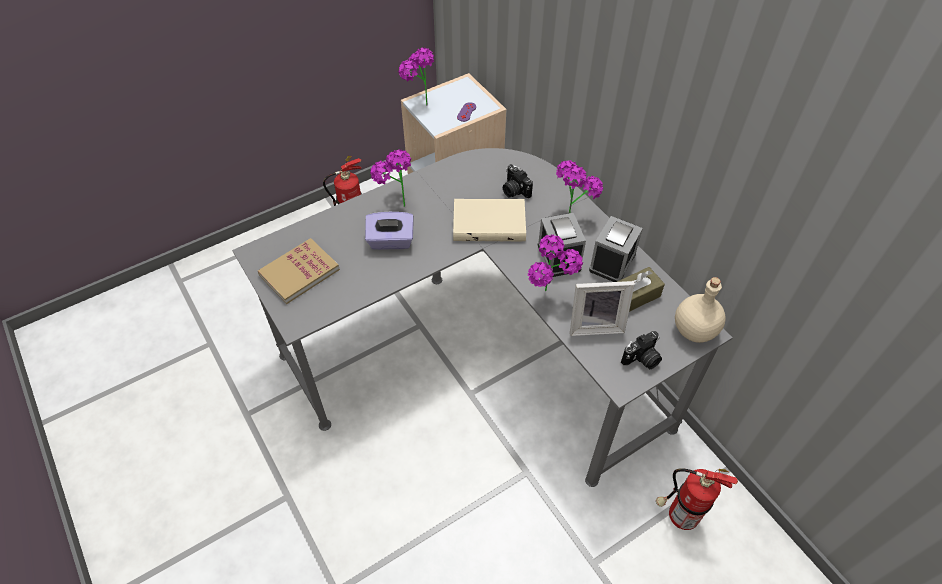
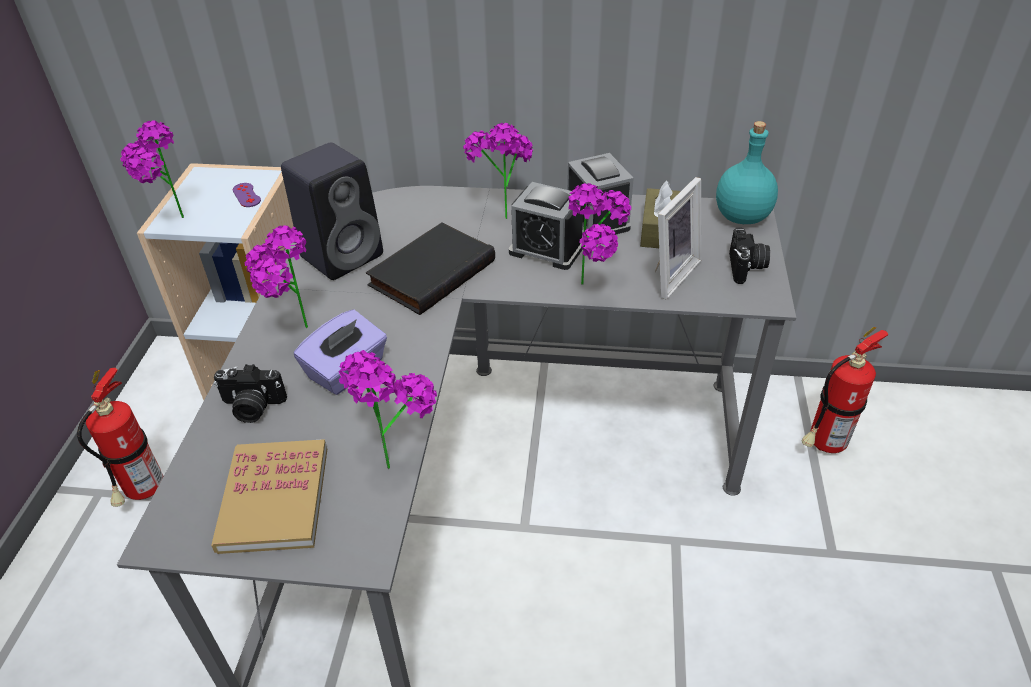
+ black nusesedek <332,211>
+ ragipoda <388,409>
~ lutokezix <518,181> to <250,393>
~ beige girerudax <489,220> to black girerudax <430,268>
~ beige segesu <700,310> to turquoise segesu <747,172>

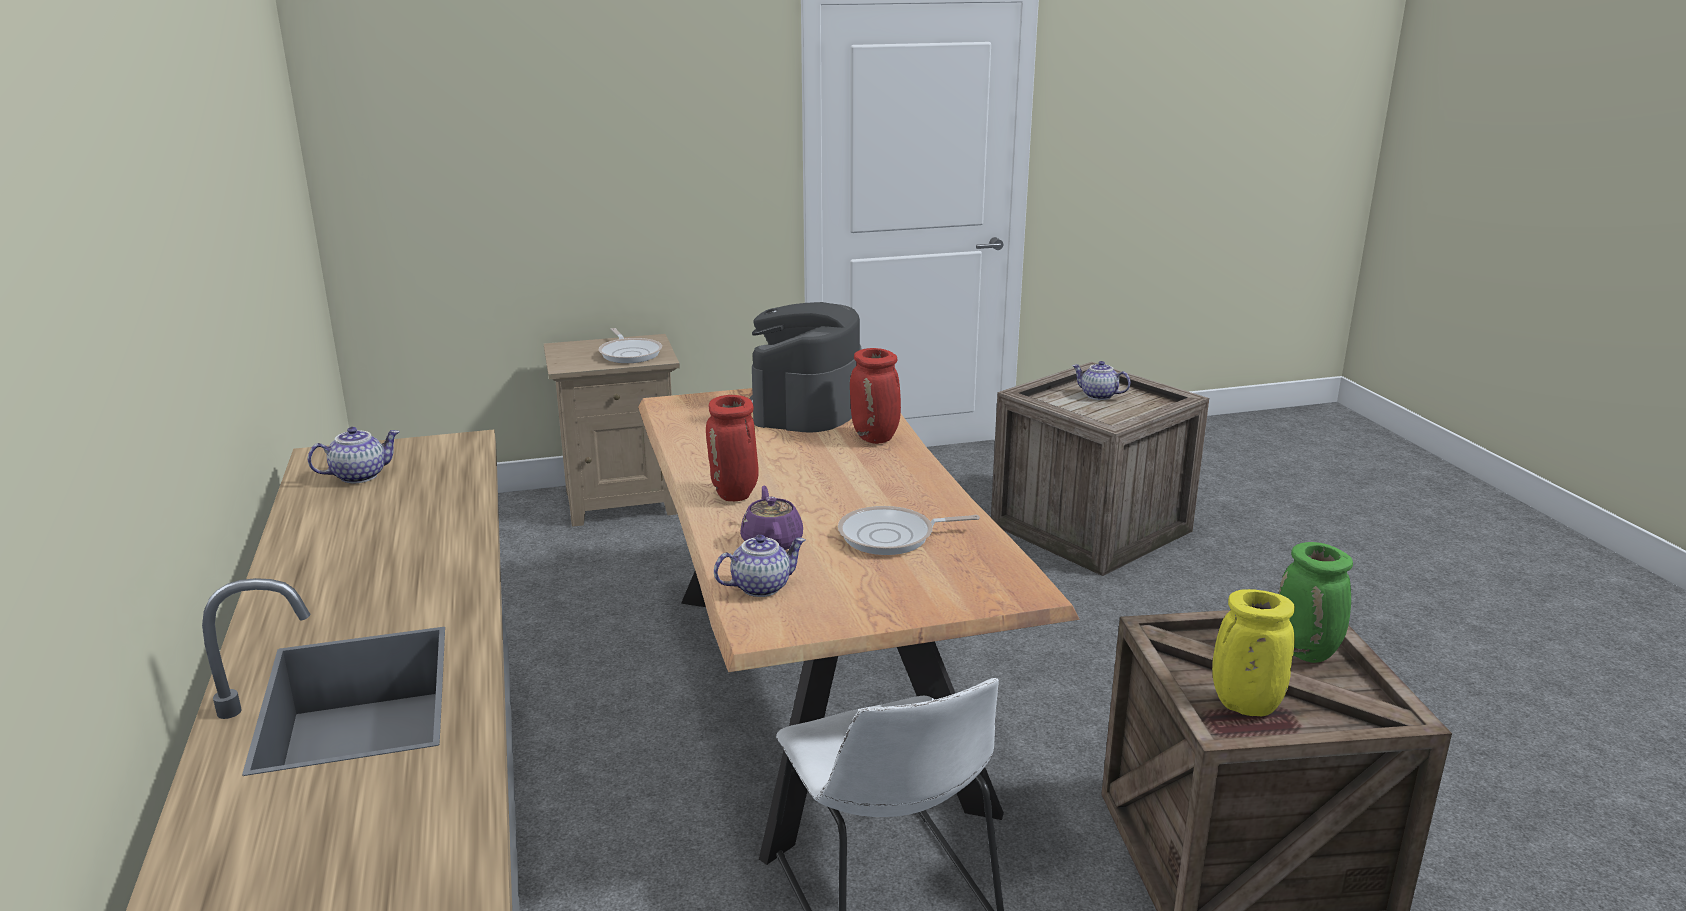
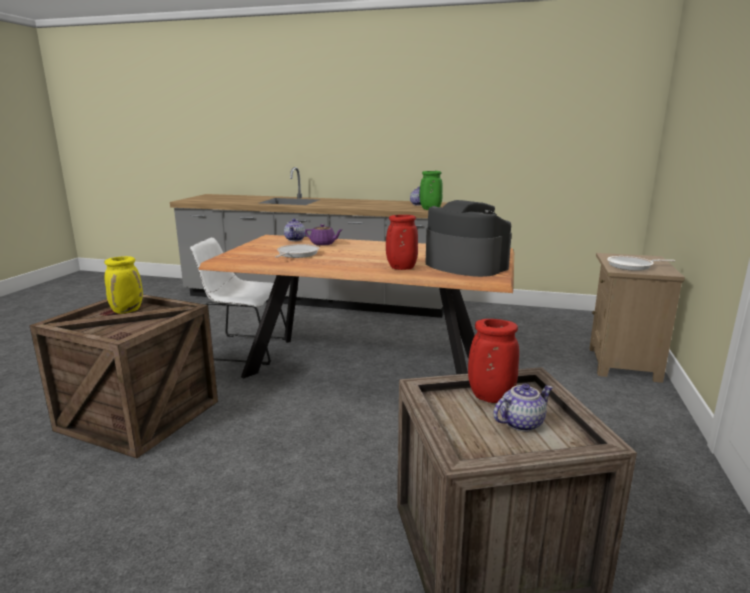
~ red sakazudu <732,448> to <493,361>
~ green sakazudu <1316,602> to <431,190>

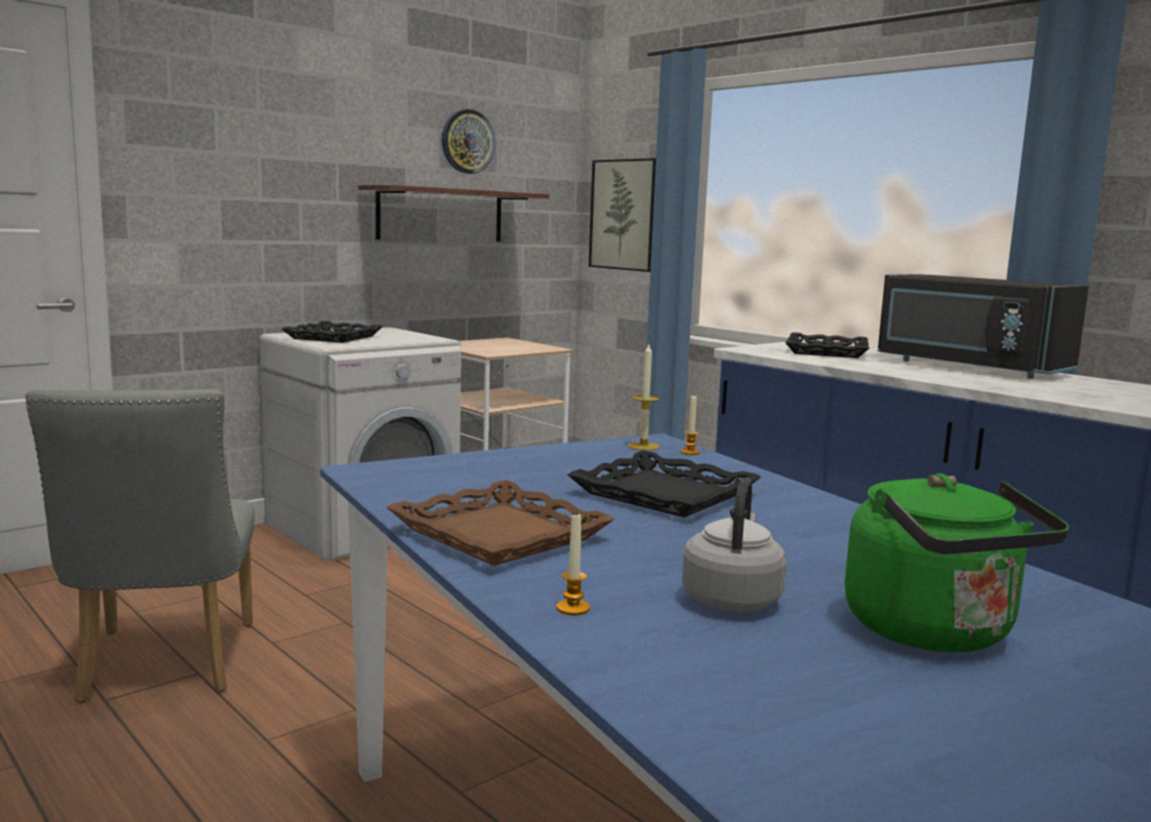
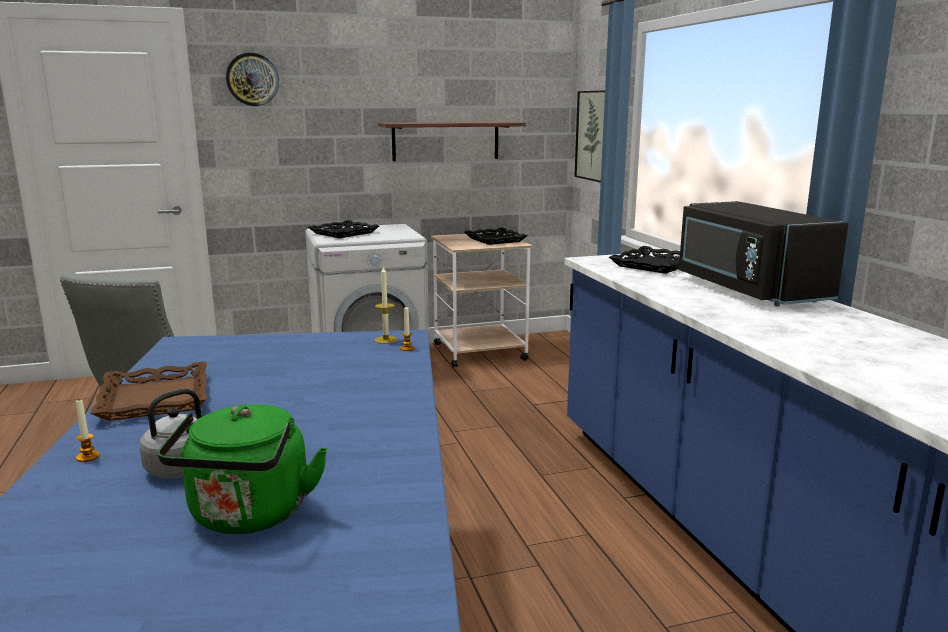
~ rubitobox <468,141> to <252,79>
~ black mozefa <664,483> to <495,236>

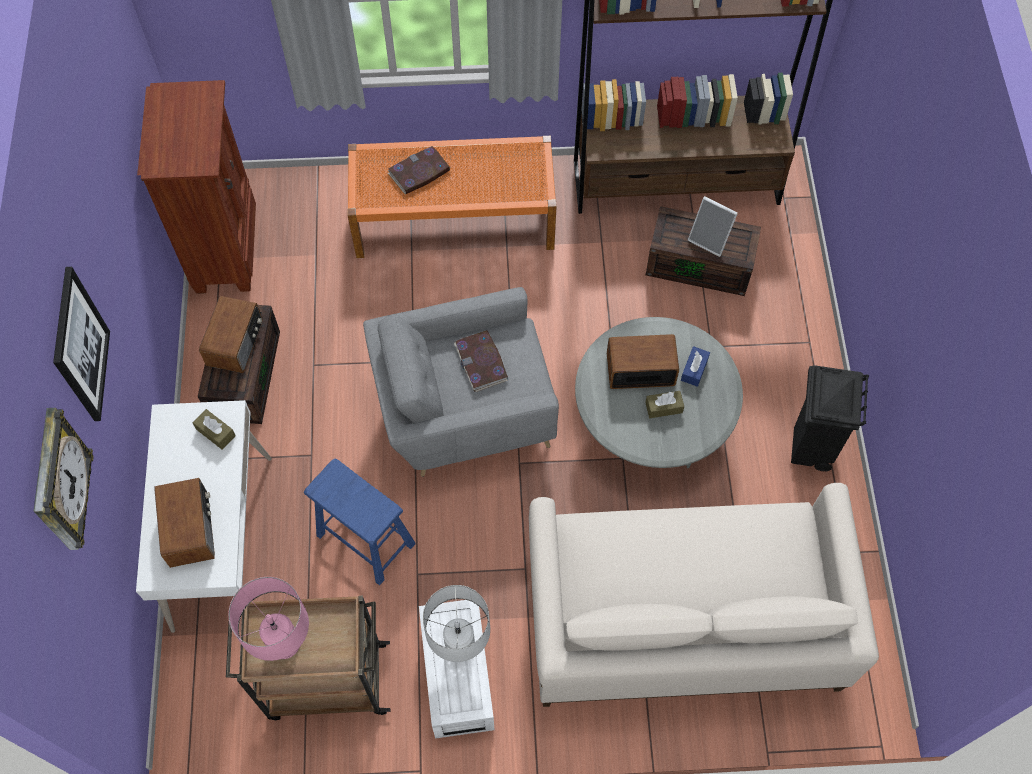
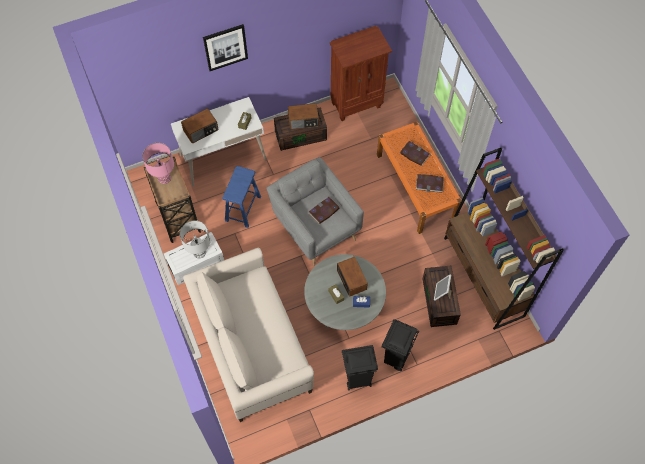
- rubitobox <63,479>
+ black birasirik <401,345>
+ girerudax <430,183>

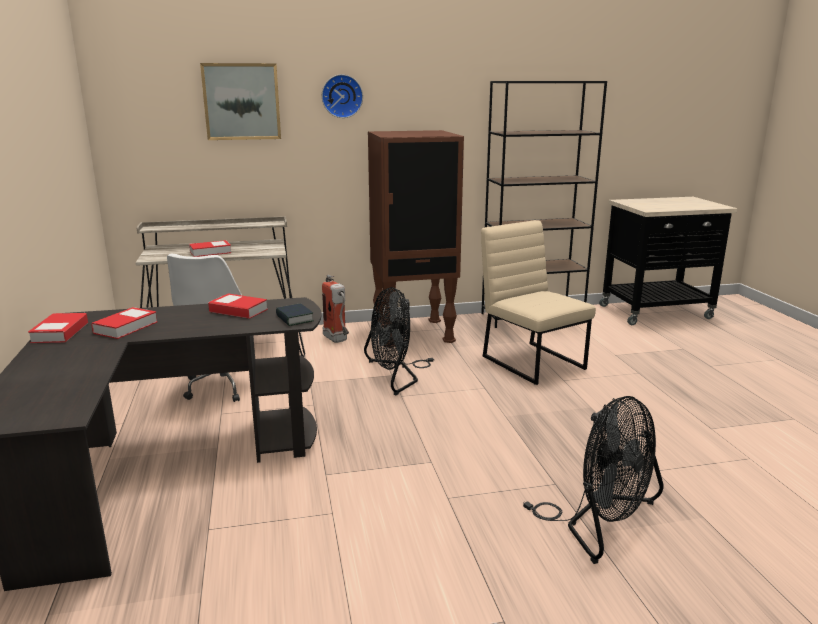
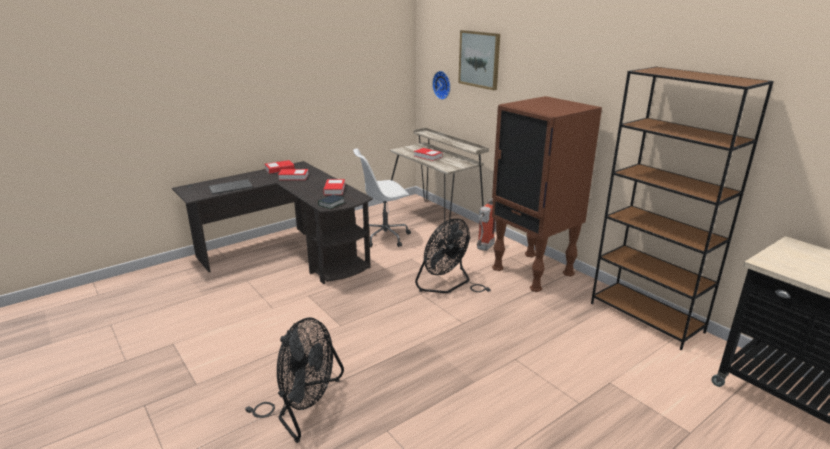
- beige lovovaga <538,302>
+ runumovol <230,186>
~ rubitobox <342,96> to <441,85>
~ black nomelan <593,480> = <294,380> 90 degrees counterclockwise

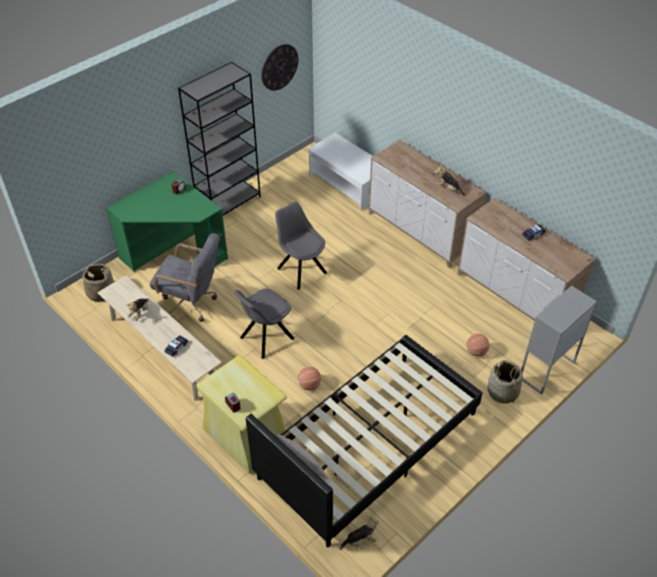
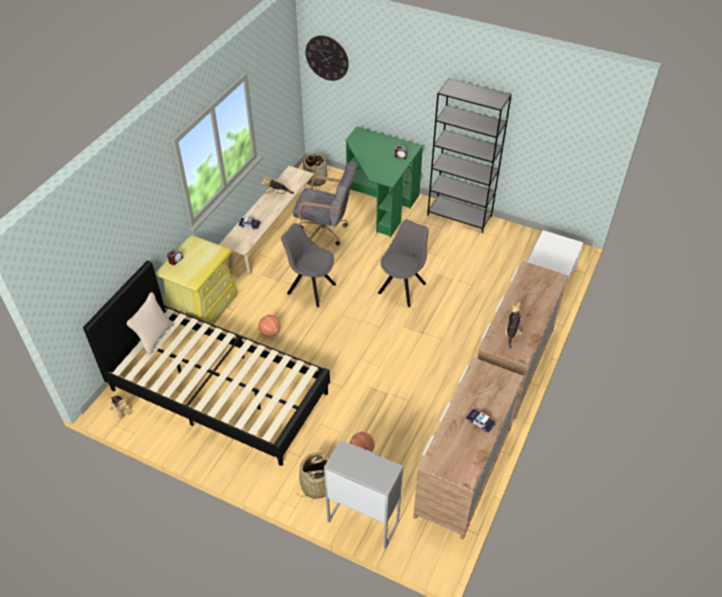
~ rubitobox <279,67> to <327,58>
~ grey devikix <185,277> = <325,203> 75 degrees counterclockwise

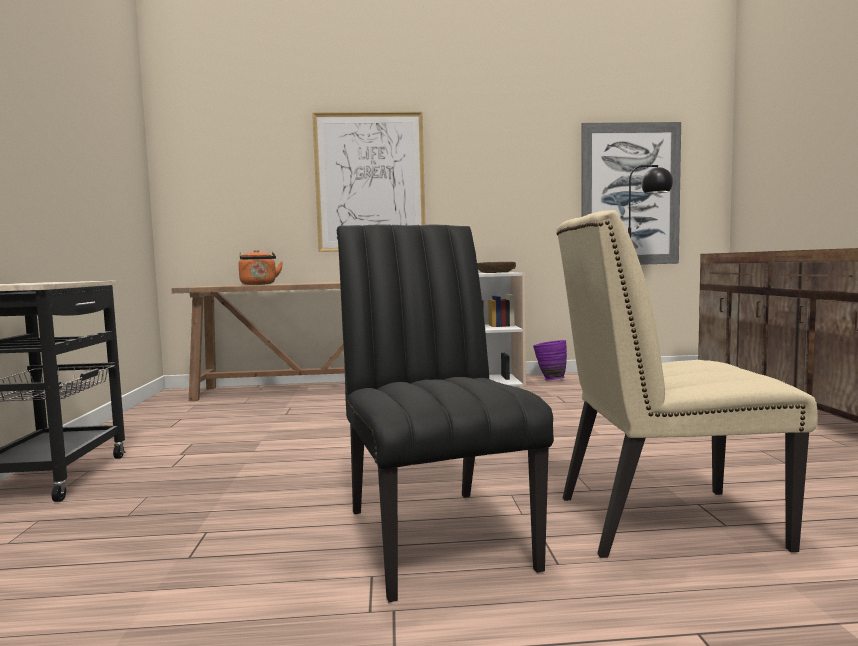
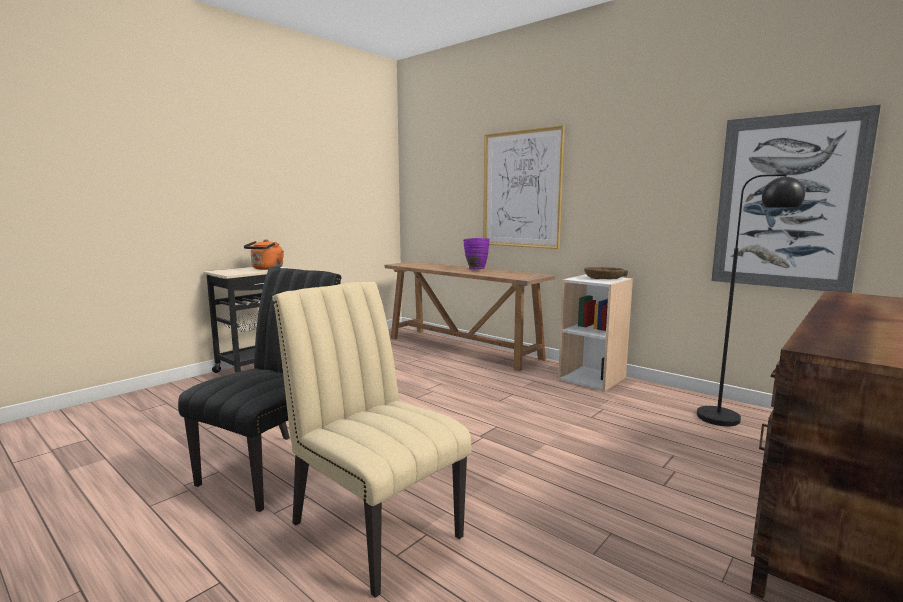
~ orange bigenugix <261,267> to <264,254>
~ purple sakazudu <550,360> to <476,253>

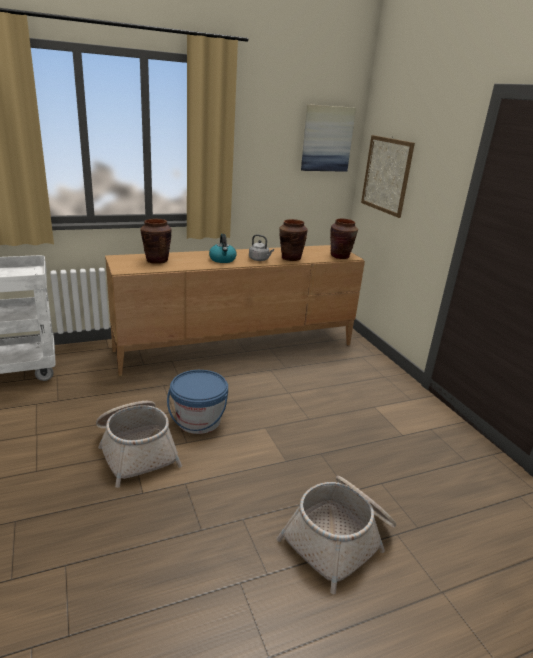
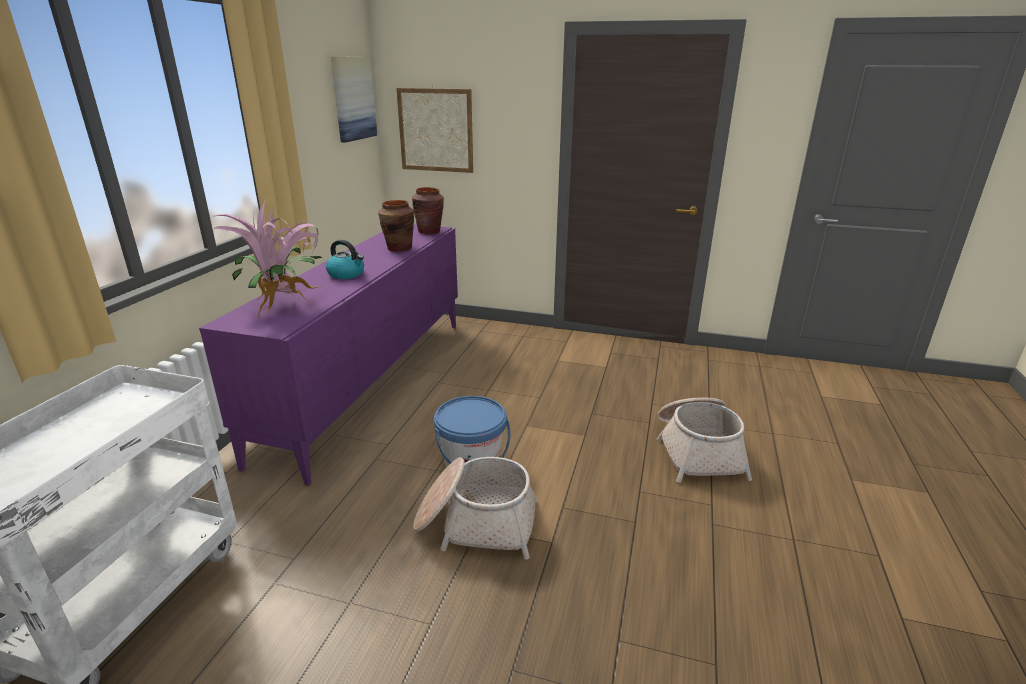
- grey bigenugix <261,247>
~ brown sakazudu <155,241> to ragipoda <267,259>
~ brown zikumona <235,310> to purple zikumona <328,355>

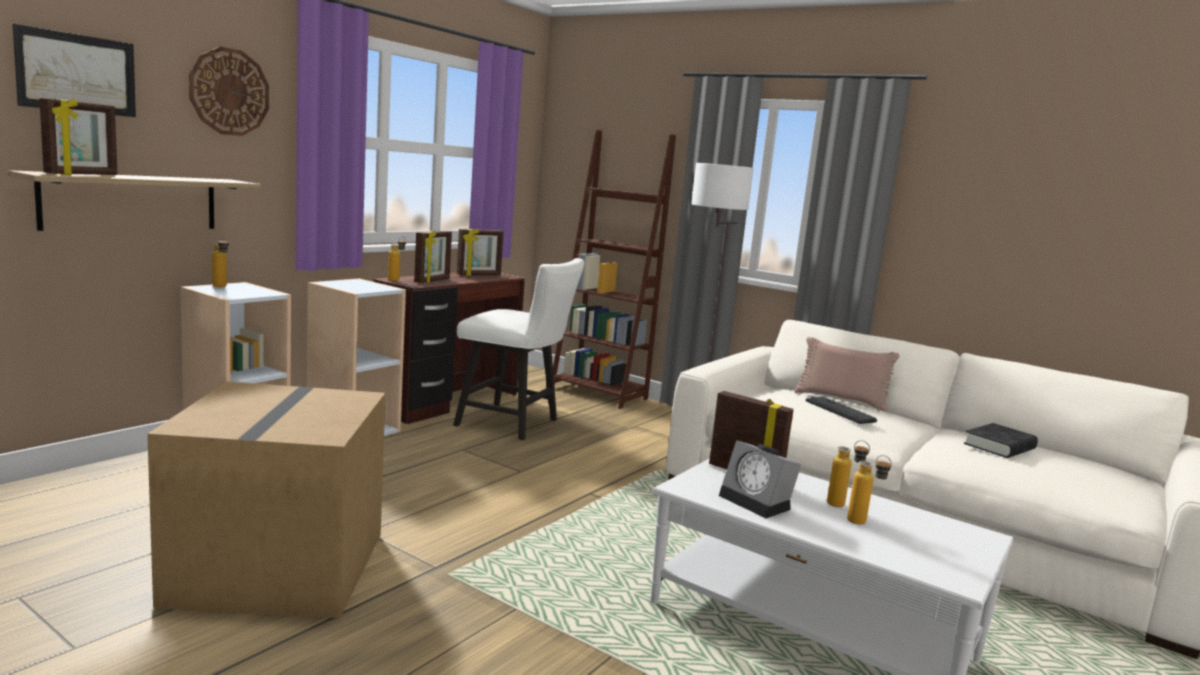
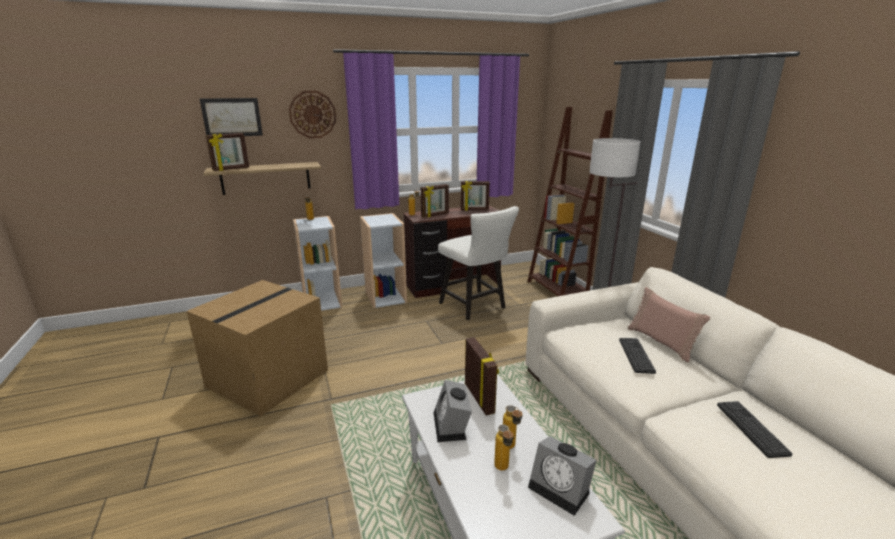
+ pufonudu <562,476>
~ black girerudax <1001,440> to runumovol <755,429>

